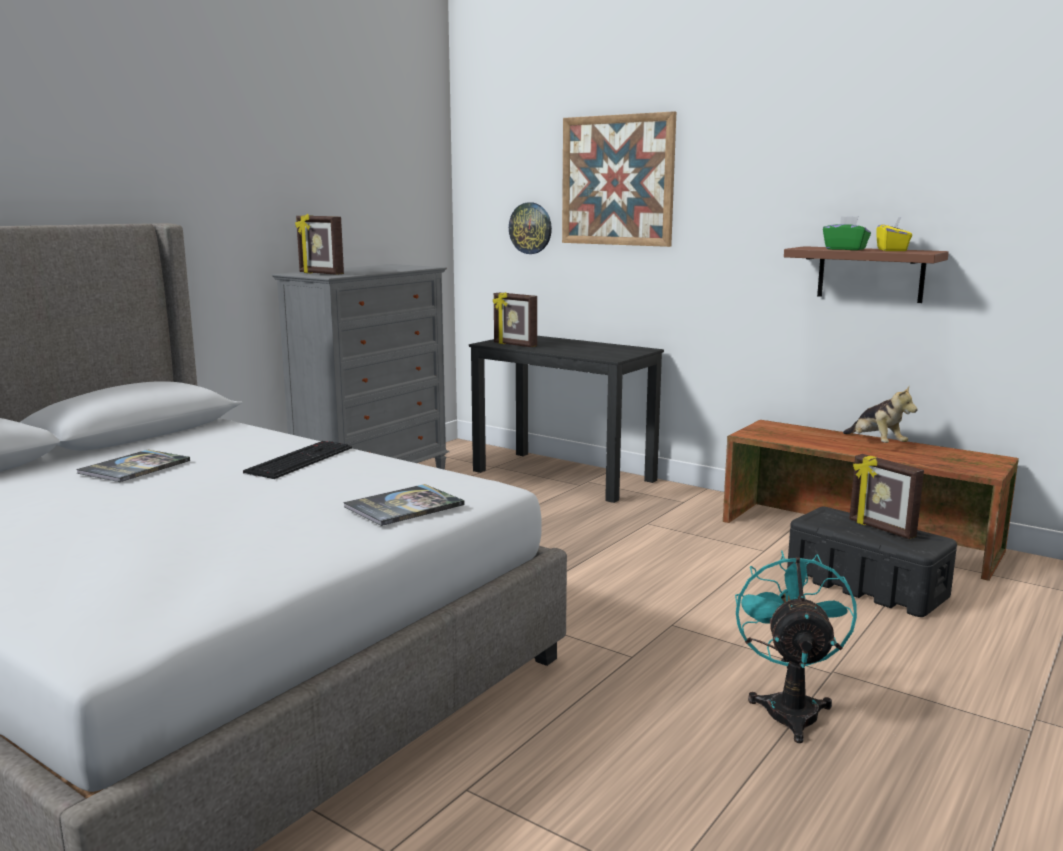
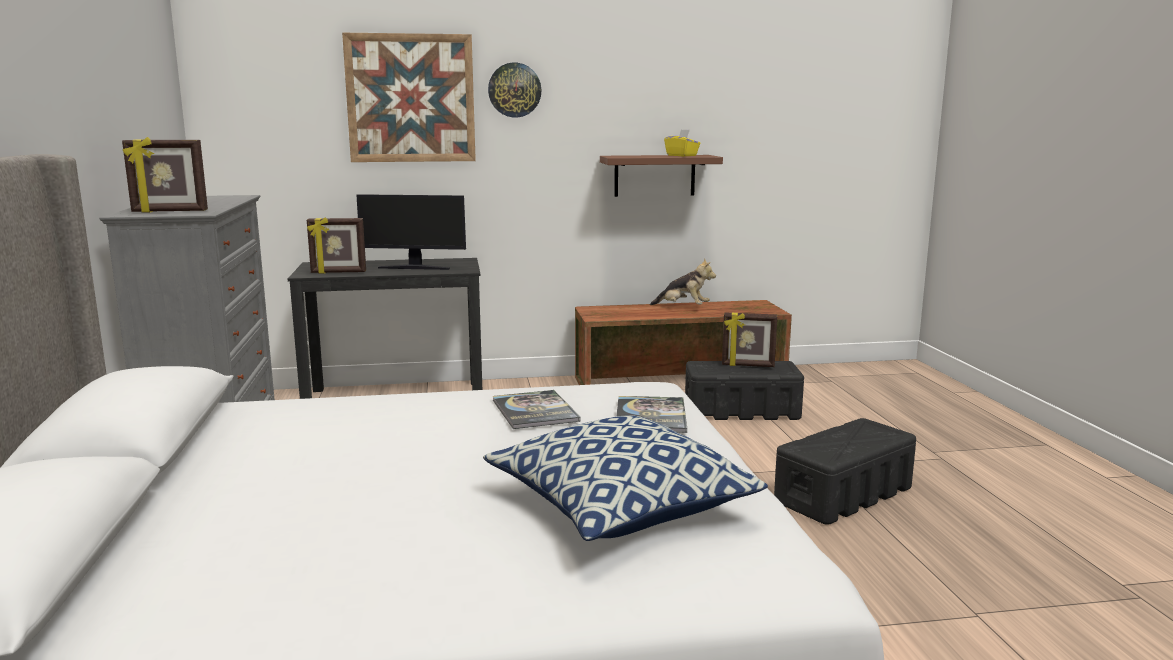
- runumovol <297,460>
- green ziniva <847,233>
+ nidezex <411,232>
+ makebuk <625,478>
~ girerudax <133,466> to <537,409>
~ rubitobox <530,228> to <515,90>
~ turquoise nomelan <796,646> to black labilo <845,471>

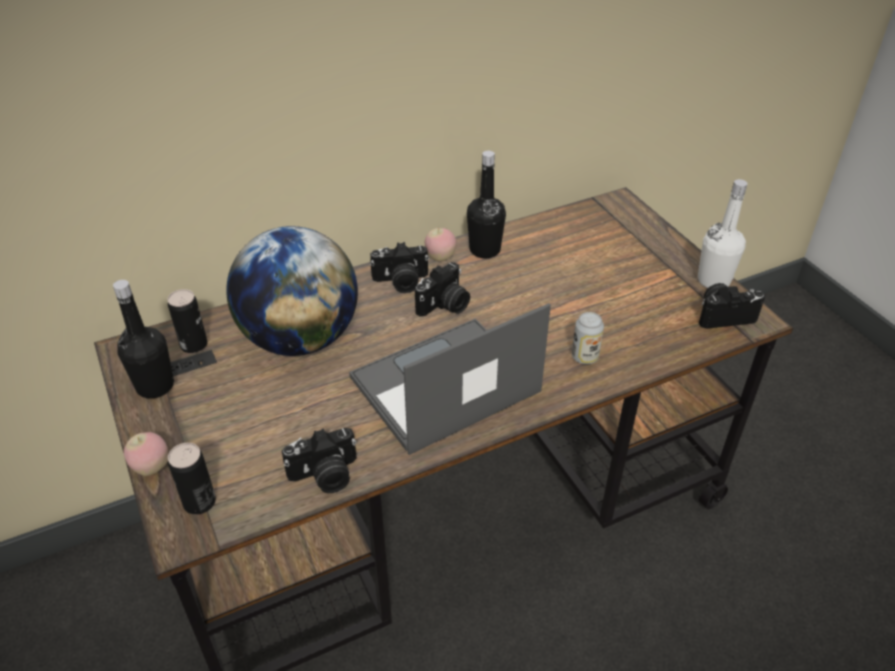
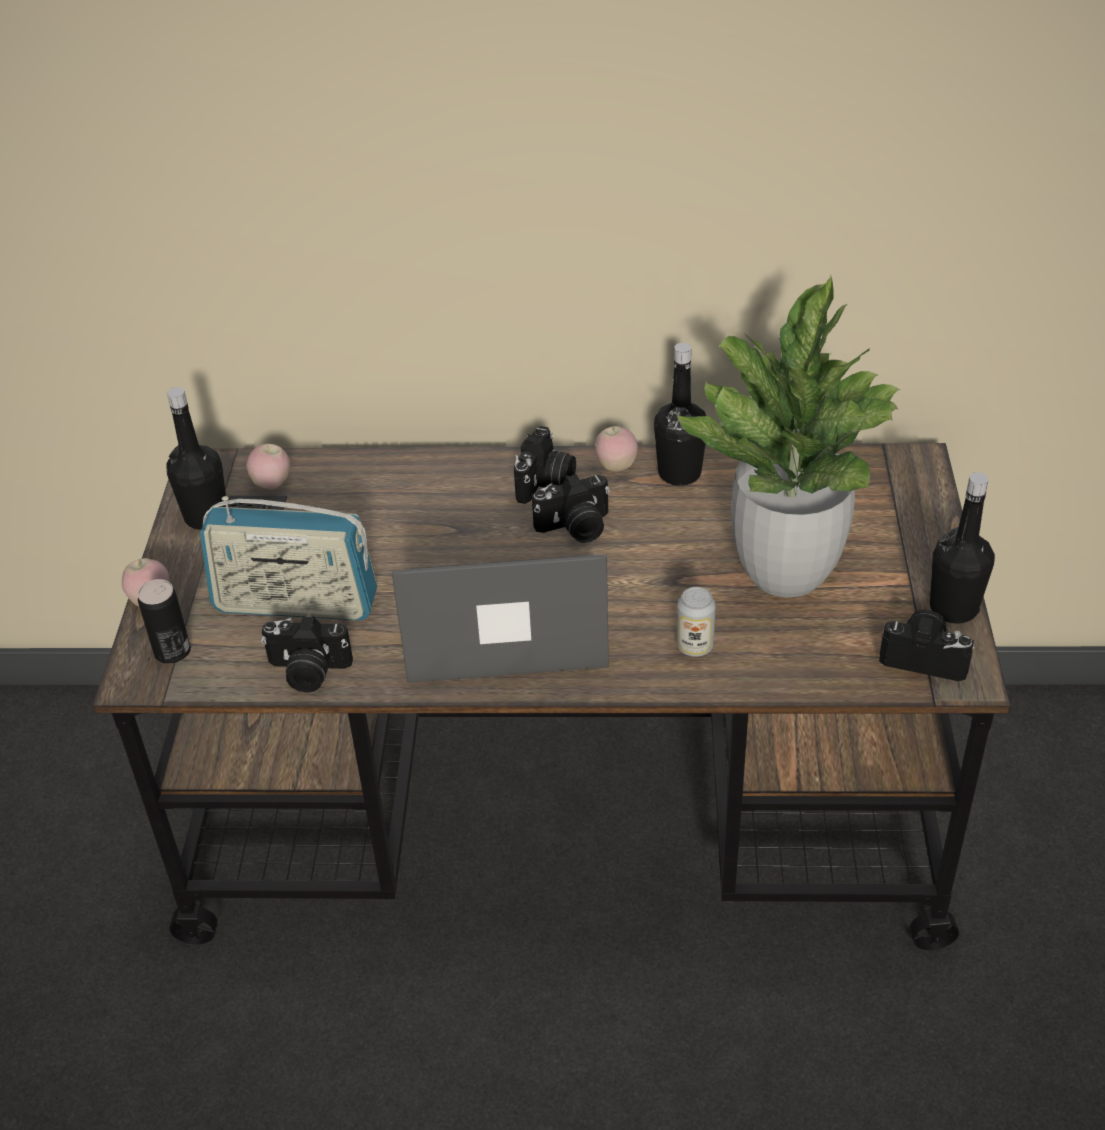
- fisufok <292,291>
+ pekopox <288,558>
+ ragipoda <788,435>
~ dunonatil <187,321> to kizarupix <268,466>
~ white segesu <723,233> to black segesu <962,547>
~ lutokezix <399,267> = <545,465> 90 degrees counterclockwise

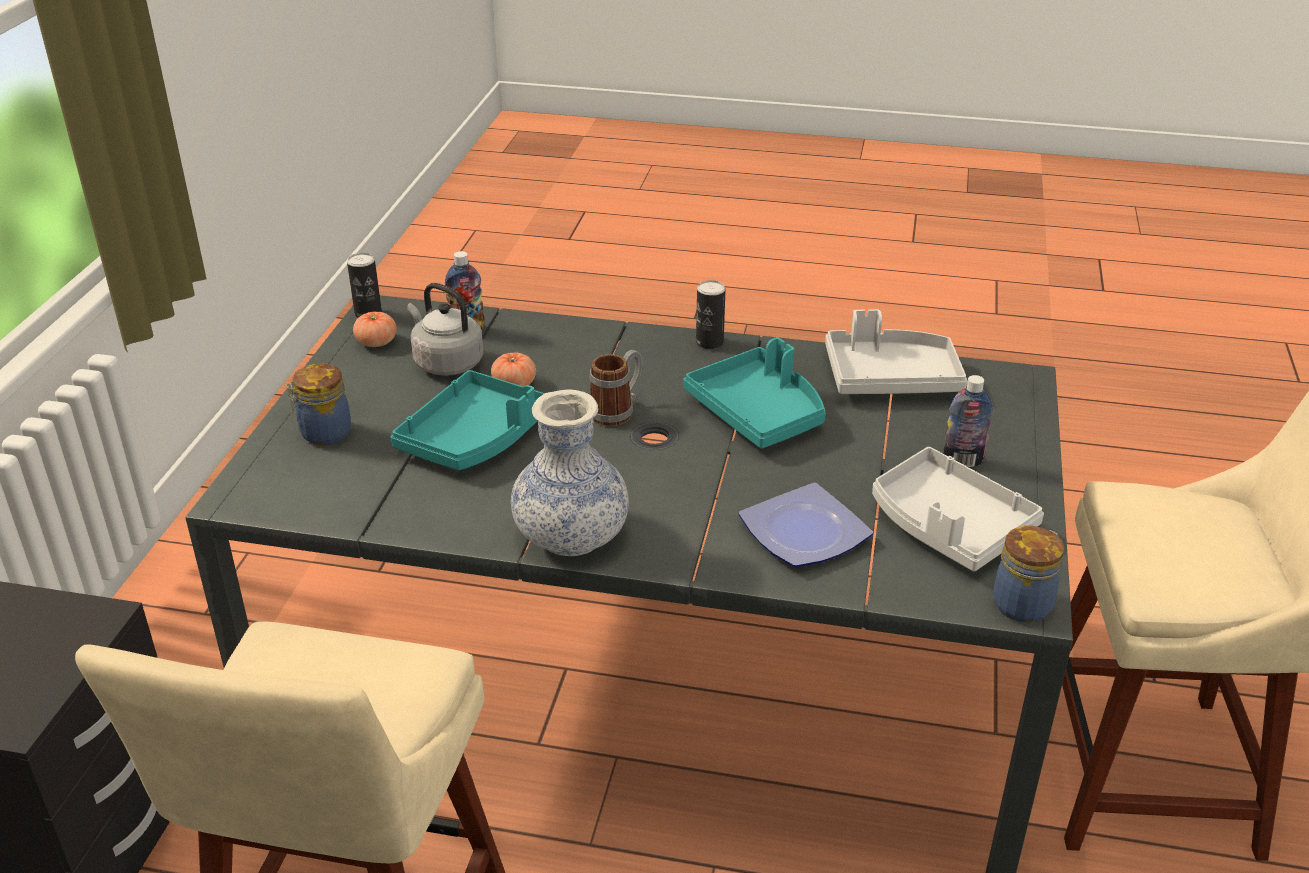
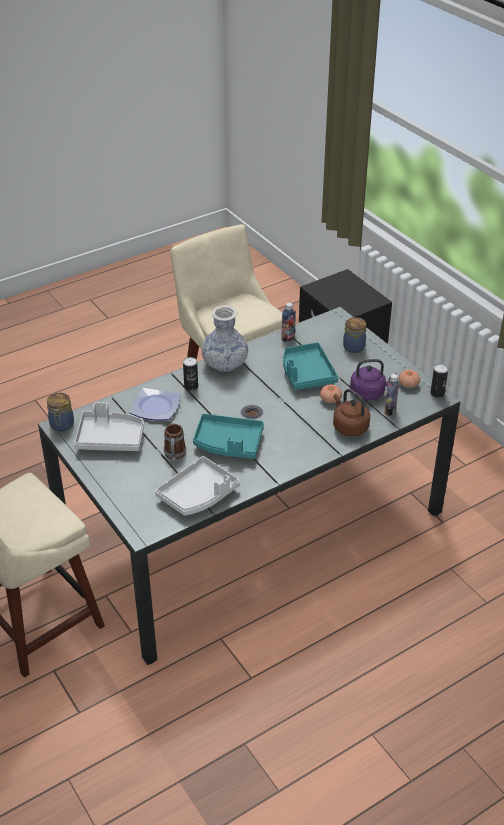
+ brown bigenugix <351,412>
~ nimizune <616,388> to <175,442>
~ dunonatil <711,314> to <190,374>
~ segesu <968,421> to <289,322>
~ grey bigenugix <445,329> to purple bigenugix <373,379>

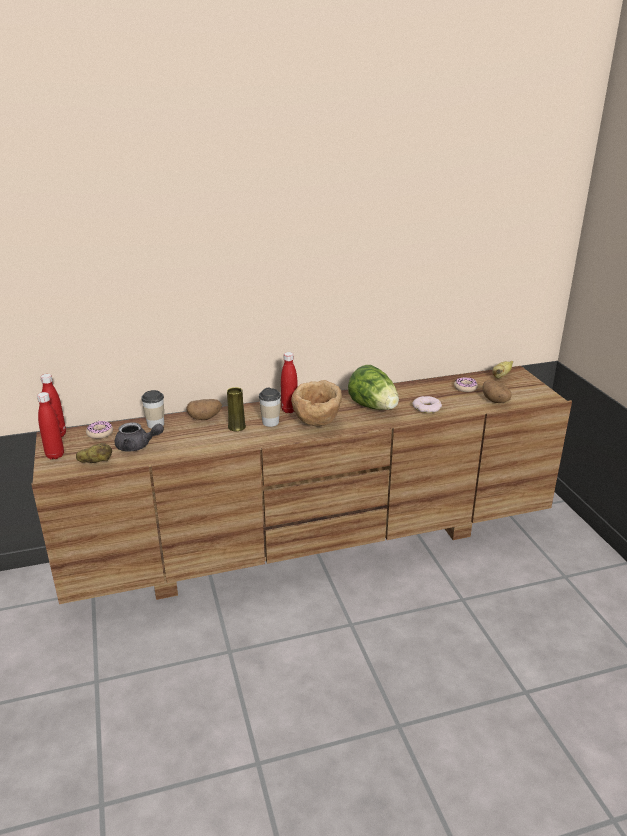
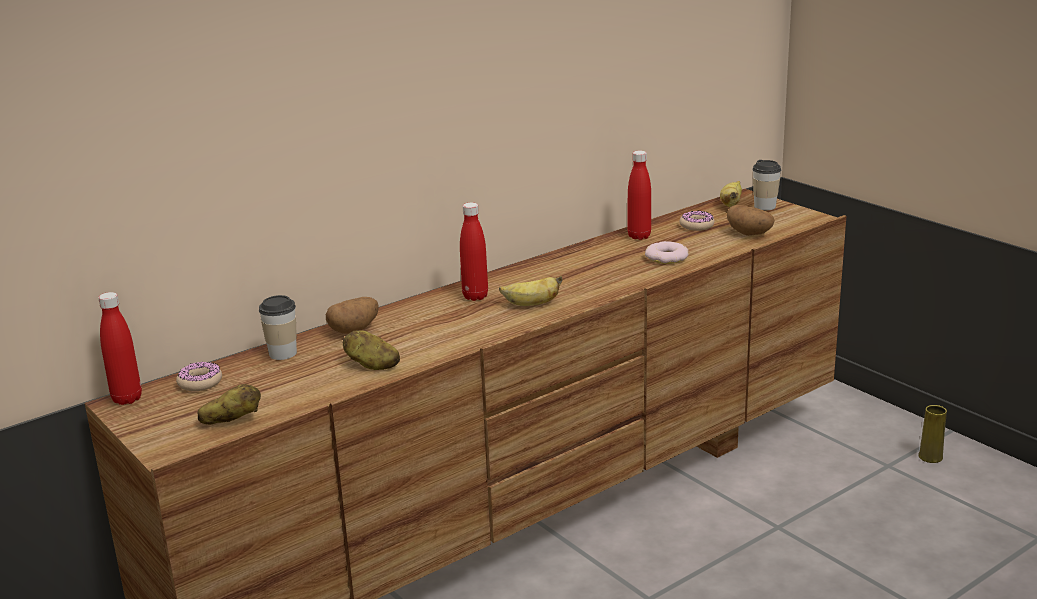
- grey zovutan <139,436>
- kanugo <373,387>
+ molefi <371,350>
~ red segesu <50,425> to <639,195>
~ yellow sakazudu <236,409> to <932,434>
~ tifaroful <270,407> to <766,185>
~ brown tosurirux <316,403> to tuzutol <531,291>

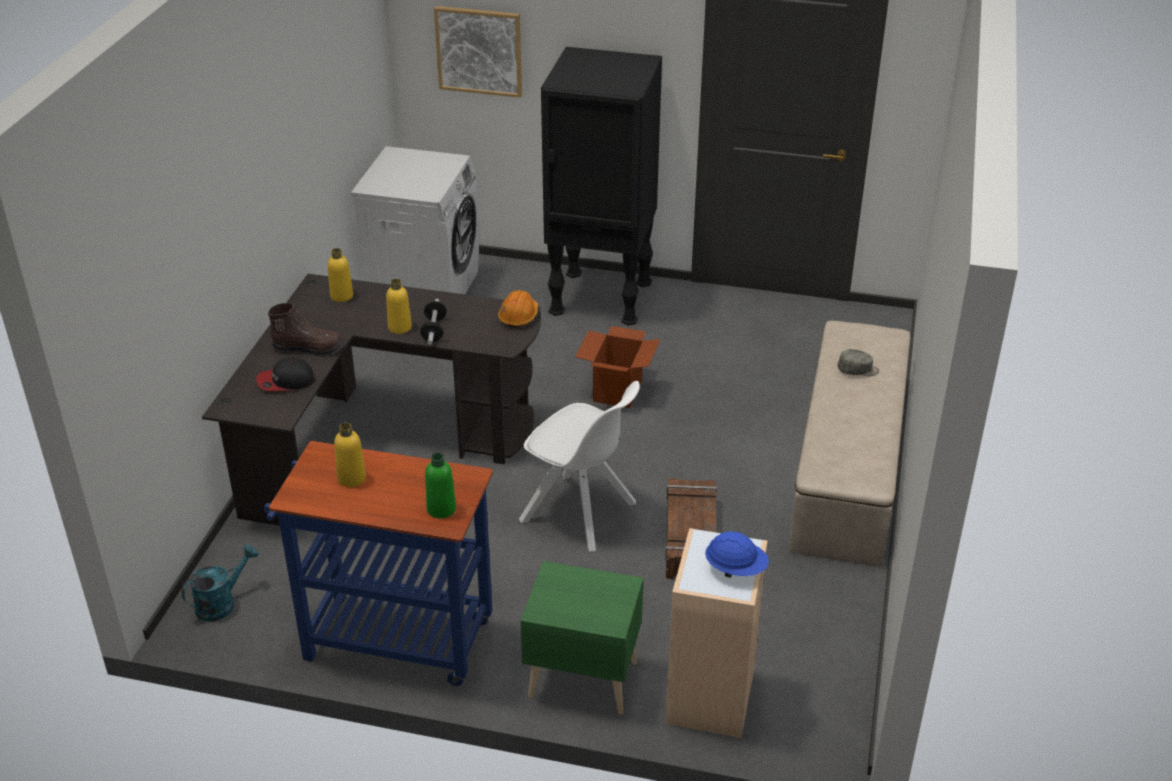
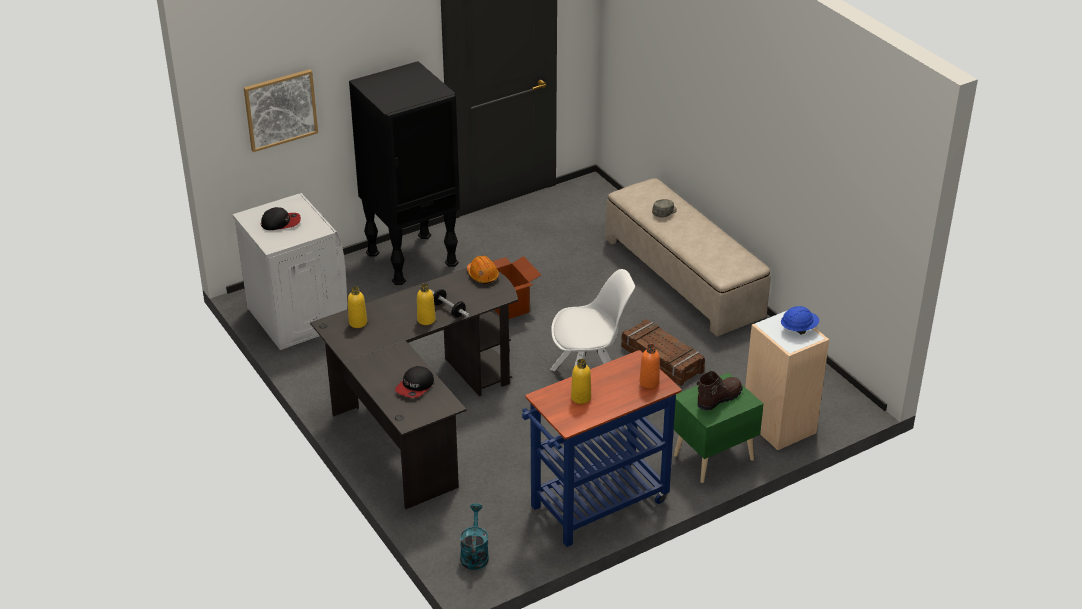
+ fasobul <281,218>
~ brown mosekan <306,330> to <720,391>
~ green segesu <440,485> to orange segesu <649,366>

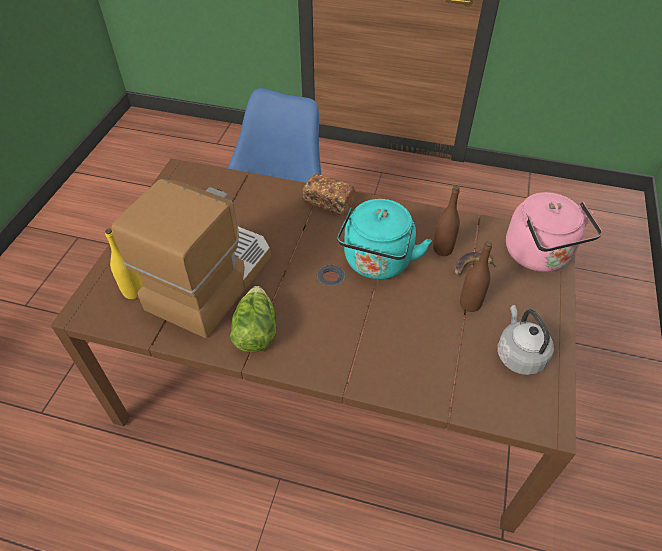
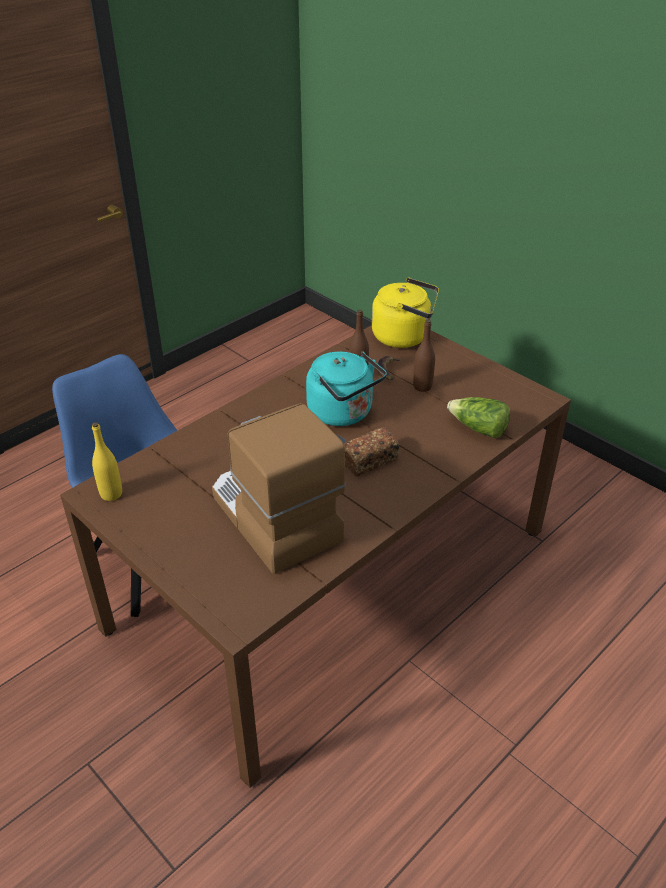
- grey bigenugix <525,340>
~ yellow segesu <124,263> to <107,461>
~ kanugo <253,319> to <478,417>
~ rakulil <329,194> to <372,452>
~ pink bigenugix <554,232> to yellow bigenugix <405,313>

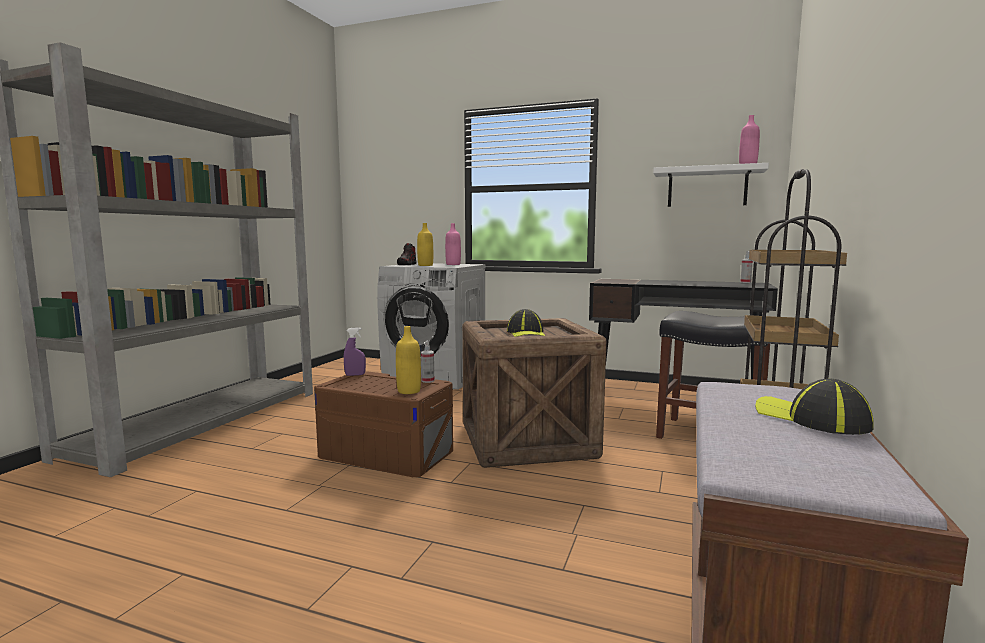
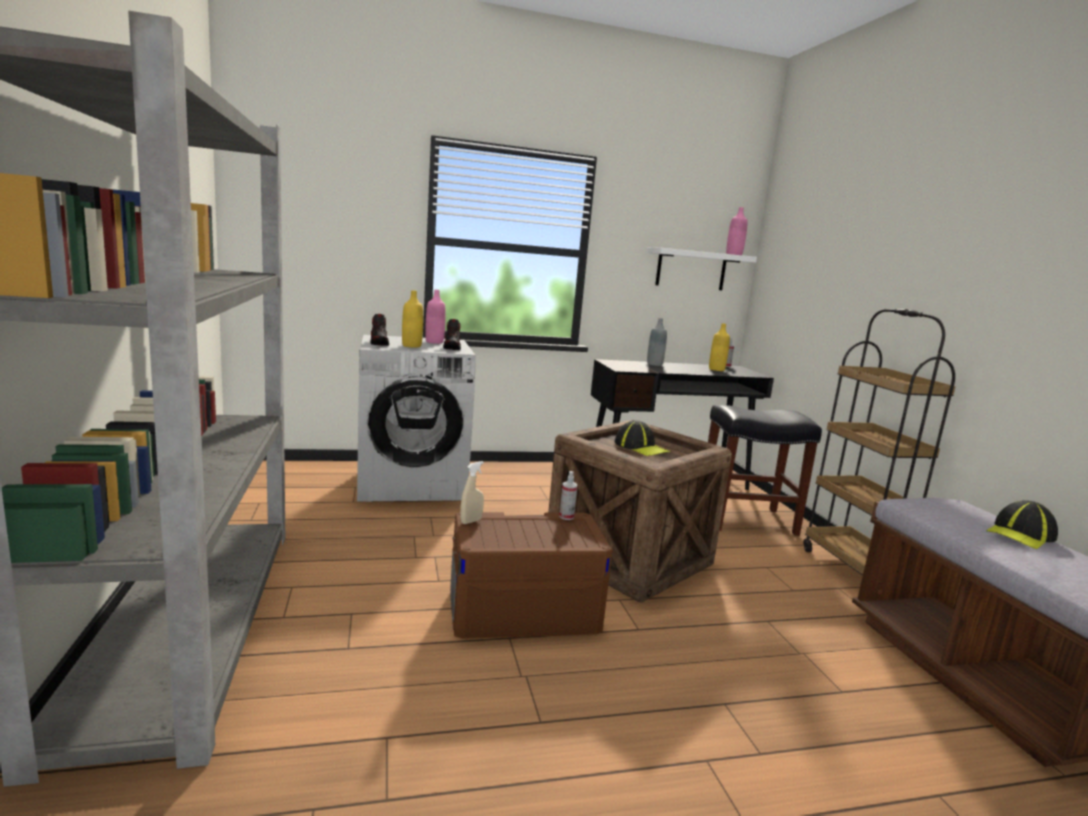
+ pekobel <452,334>
+ grey segesu <657,342>
~ yellow segesu <408,360> to <719,347>
~ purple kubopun <355,351> to beige kubopun <472,492>
~ fasobul <814,406> = <1022,525> 60 degrees counterclockwise

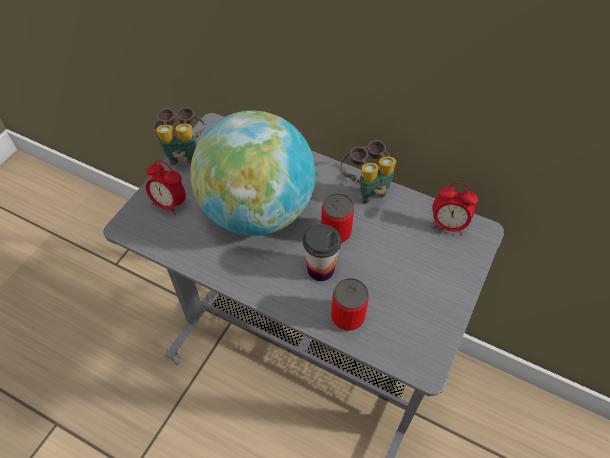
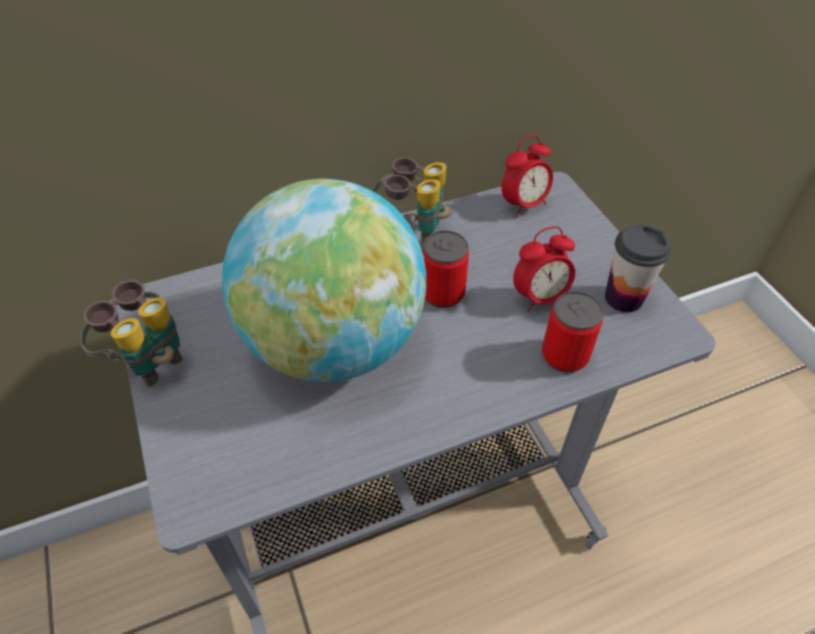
~ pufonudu <166,187> to <544,269>
~ tifaroful <322,252> to <638,268>

